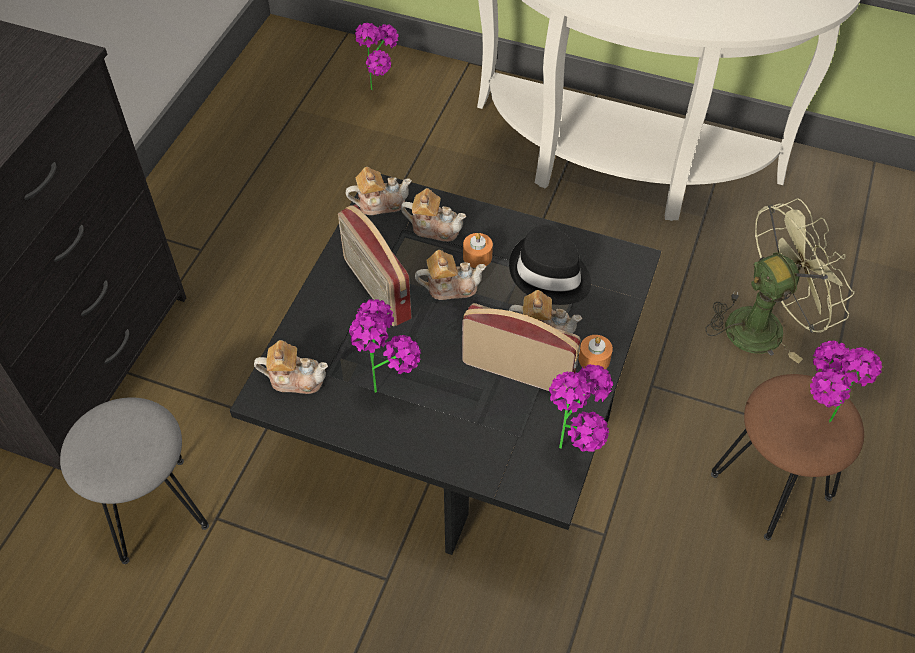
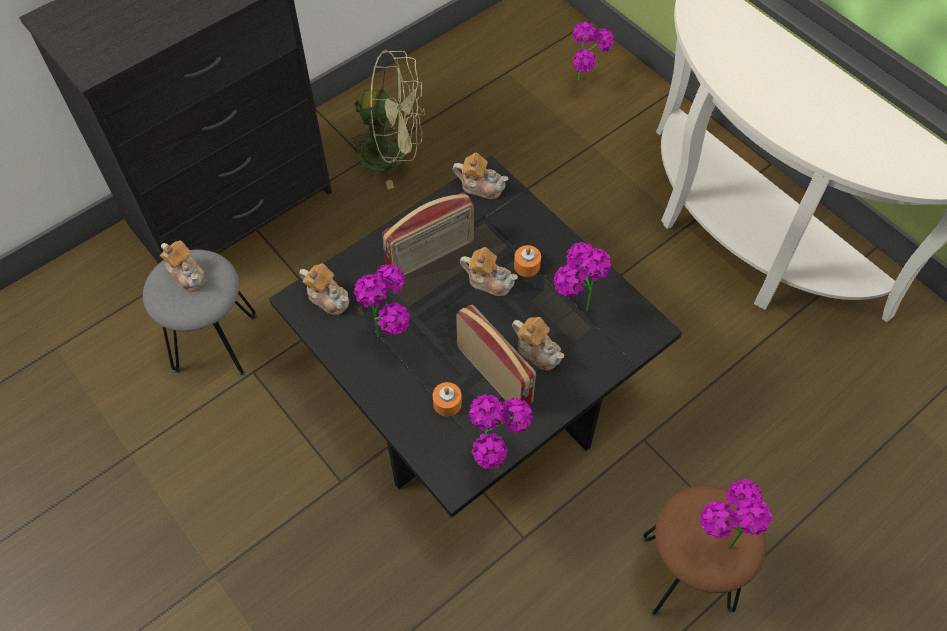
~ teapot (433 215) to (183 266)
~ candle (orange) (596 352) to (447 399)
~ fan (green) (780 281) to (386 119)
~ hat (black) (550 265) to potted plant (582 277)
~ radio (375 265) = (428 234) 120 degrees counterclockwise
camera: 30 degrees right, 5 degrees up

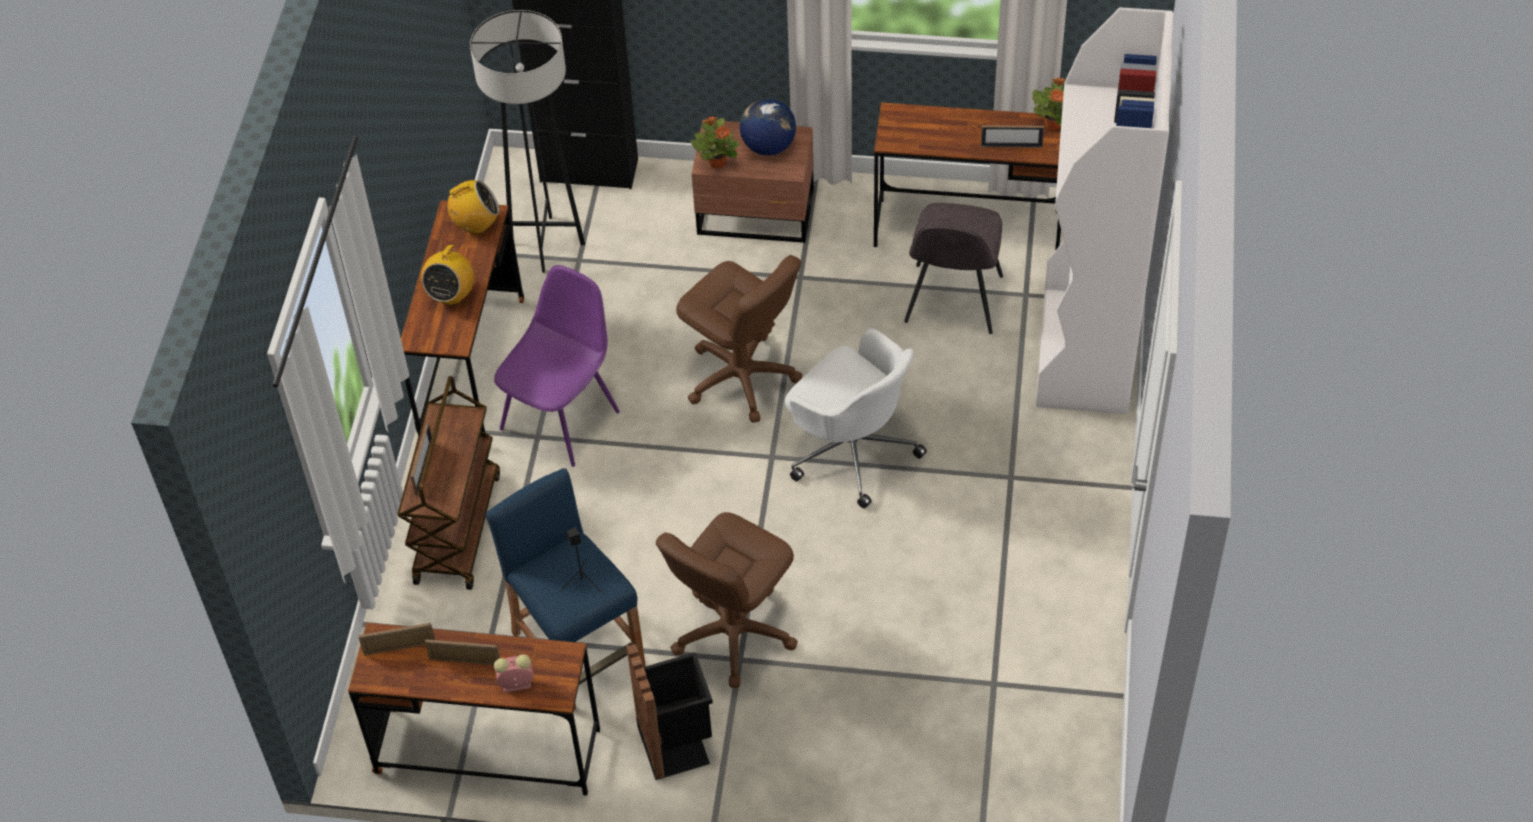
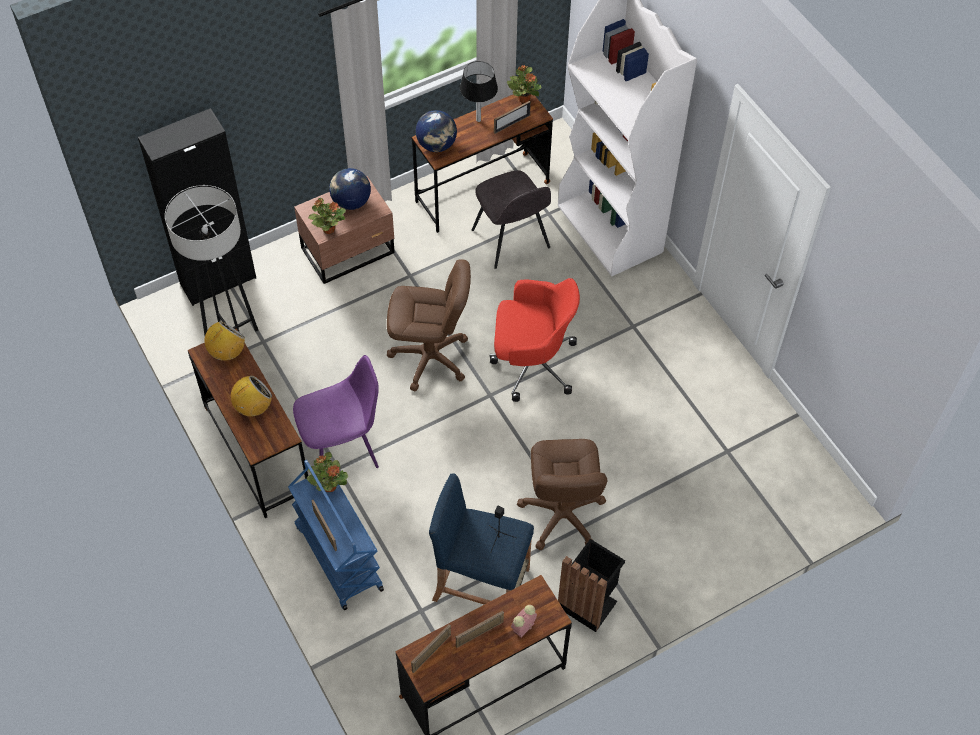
+ potted plant (327 472)
+ globe (436 131)
+ table lamp (black) (479 91)
~ cart (brown) (448 483) to cart (blue) (336 535)
~ office chair (white) (856 418) to office chair (red) (535 340)
~ radio (447 272) = (251 396) 105 degrees counterclockwise
~ chair (purple) (557 366) = (336 411) 75 degrees clockwise
camera: 40 degrees left, 5 degrees up

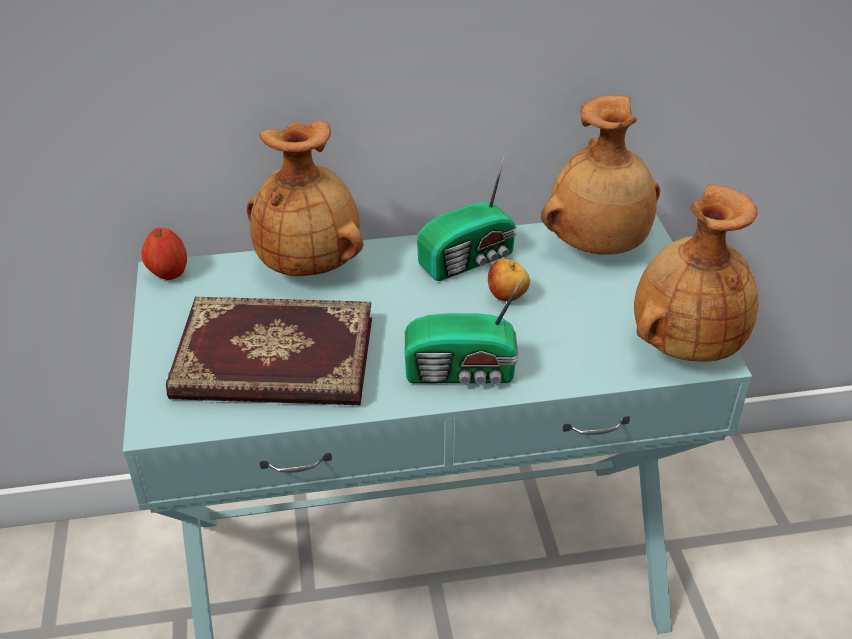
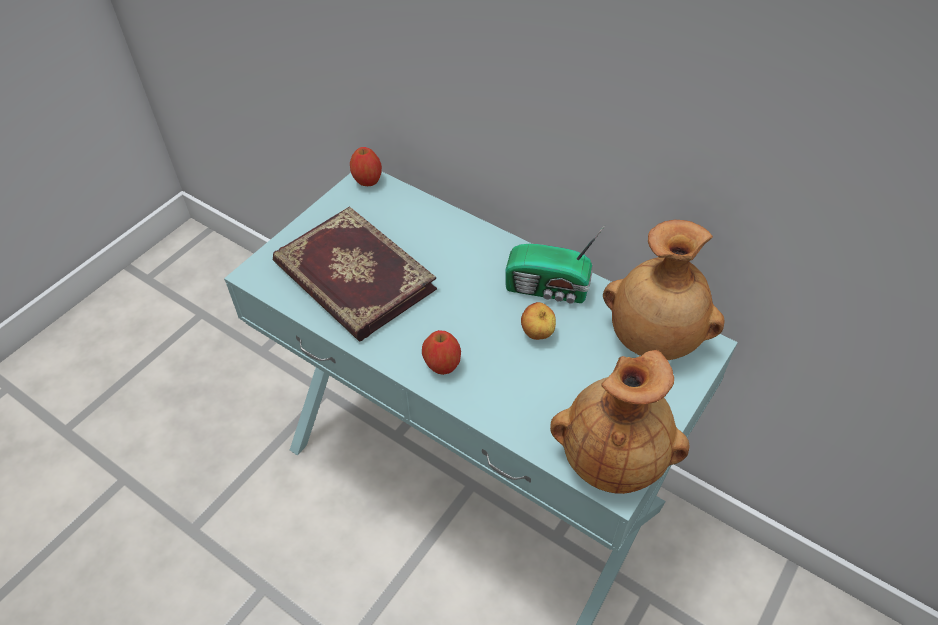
- vase (brown) (304 198)
~ radio (465 329) to apple (441 352)
camera: 45 degrees right, 10 degrees up

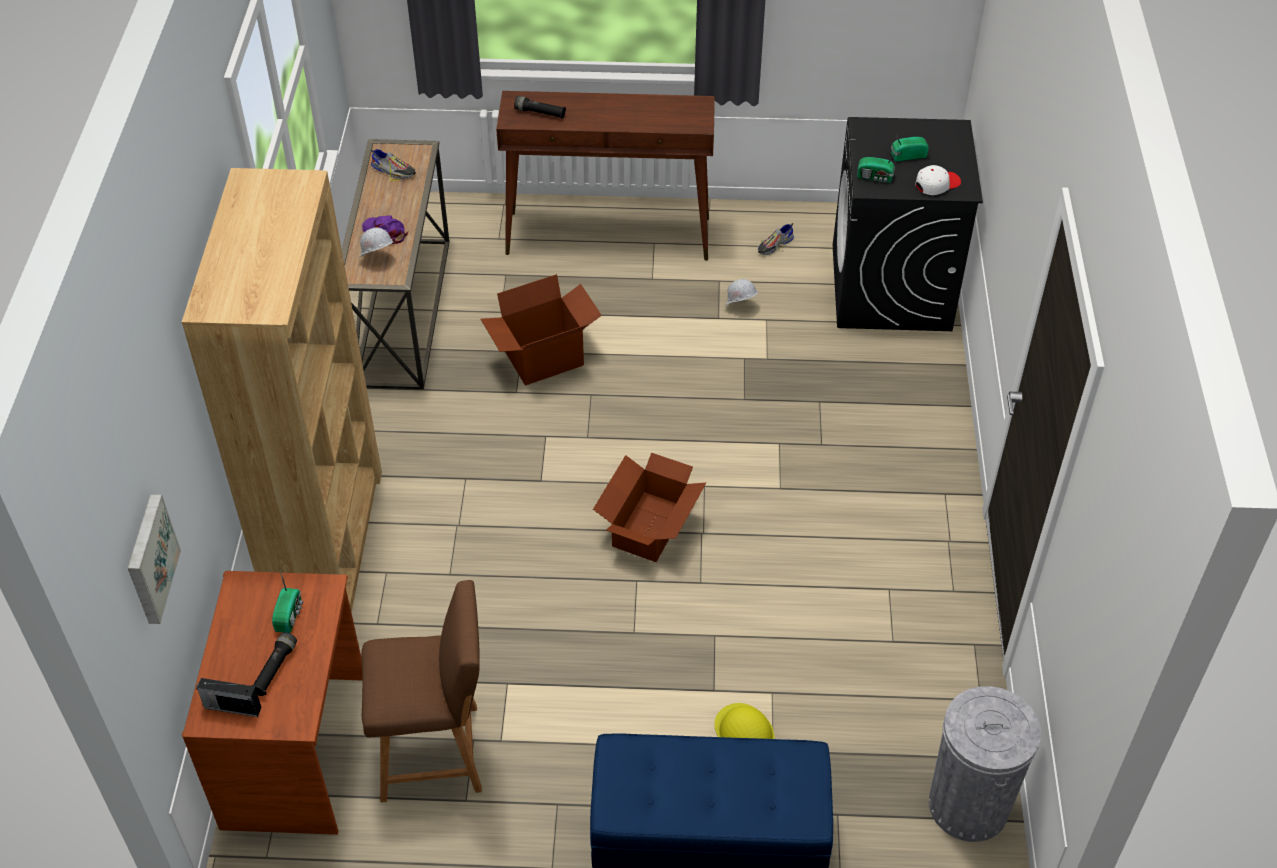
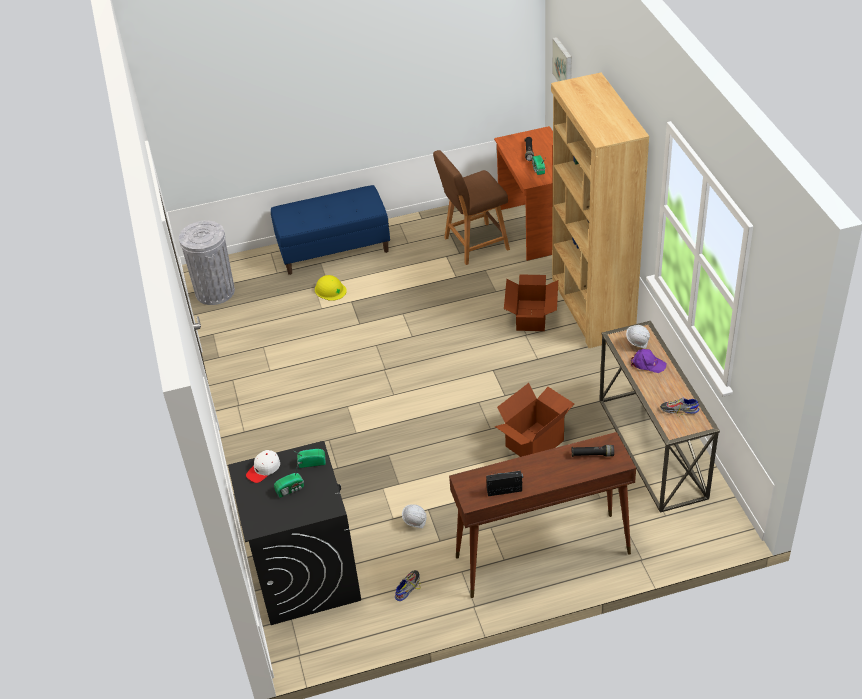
~ radio (228 697) to (504 483)
~ cardboard box (649 507) to (531 302)
camera: 165 degrees right, 5 degrees down

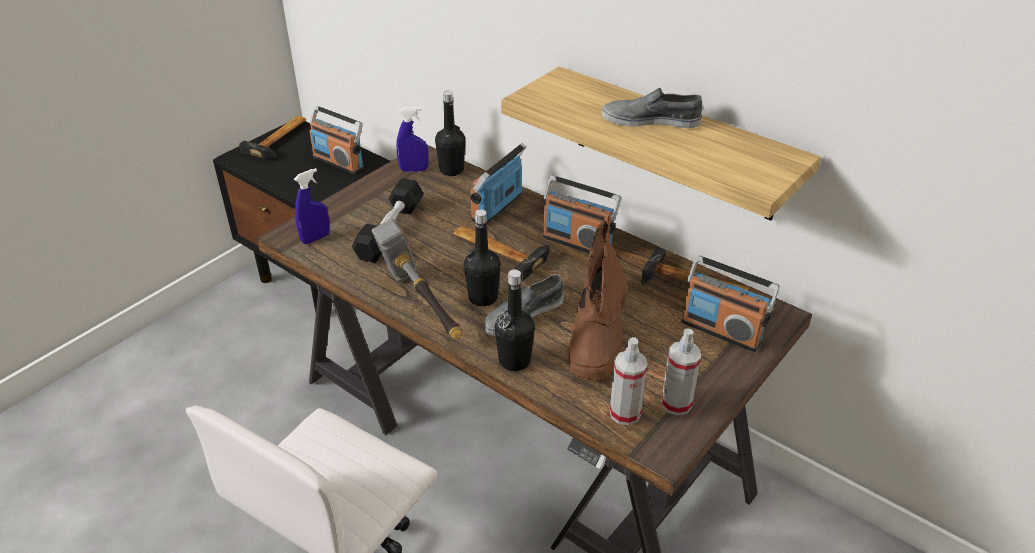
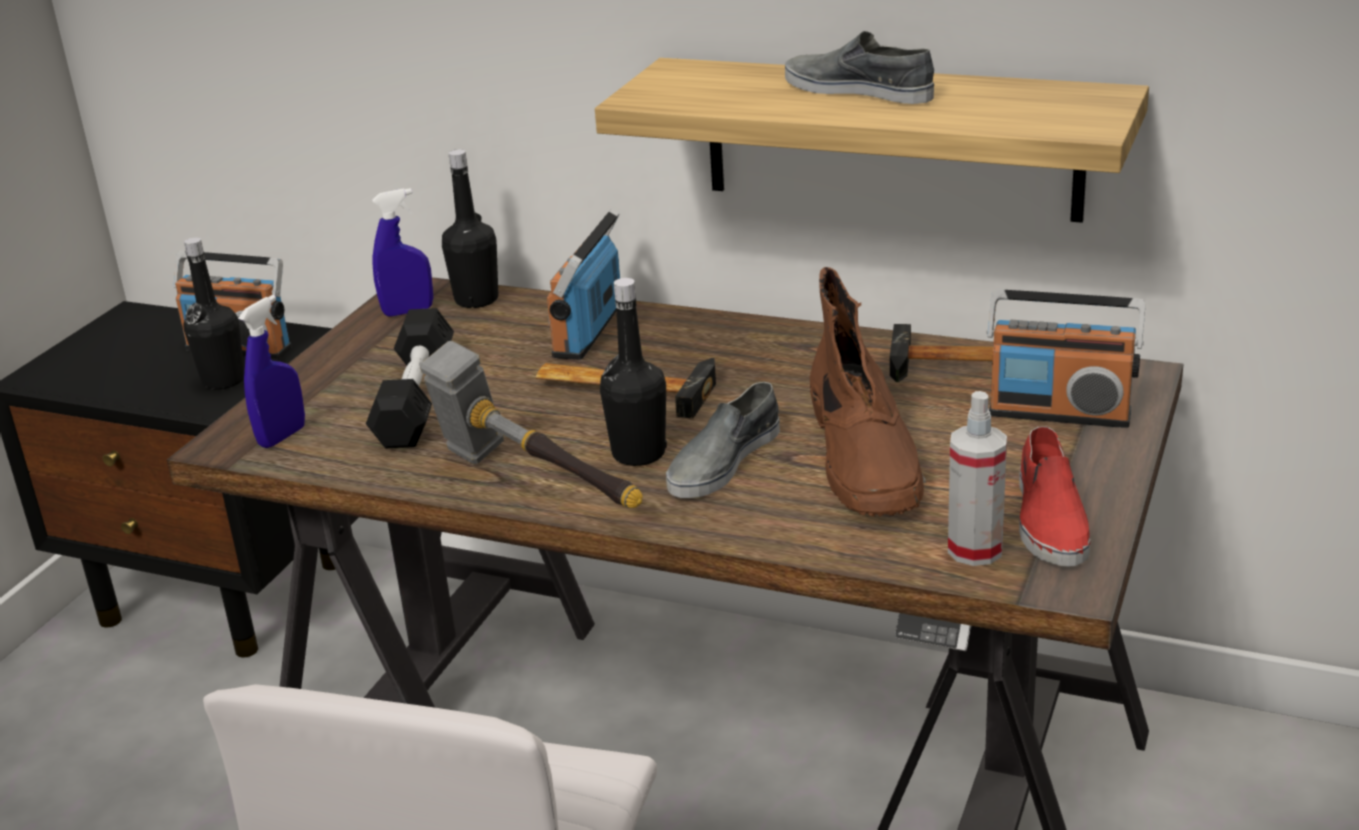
- hammer (272 137)
- radio (582 214)
~ bottle (black) (515 320) to (214 313)
~ spray bottle (681 371) to shoe (red) (1054 496)
~ shoe (grey) (652 108) = (859 67) 45 degrees clockwise
camera: 15 degrees left, 10 degrees down

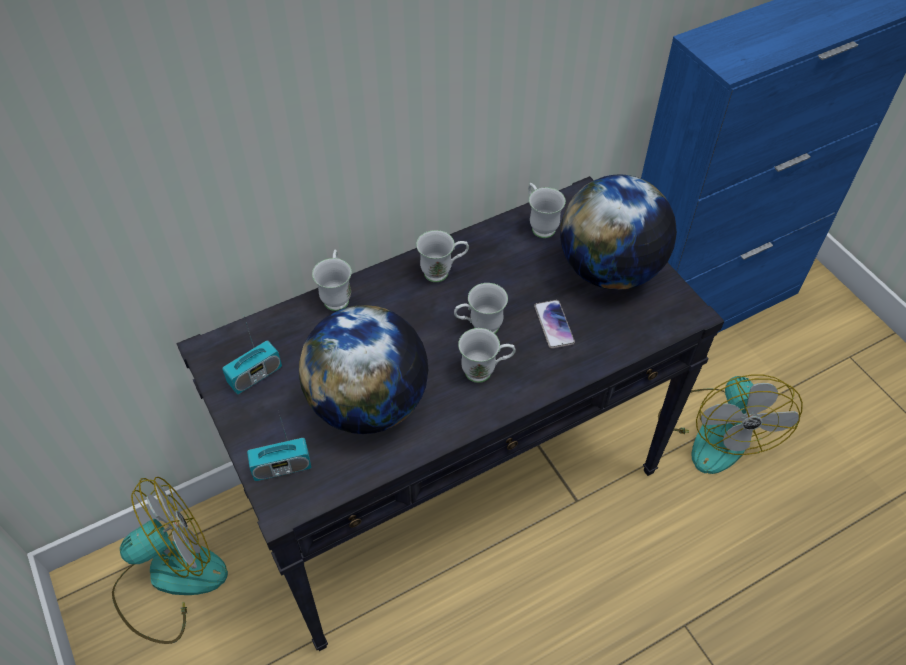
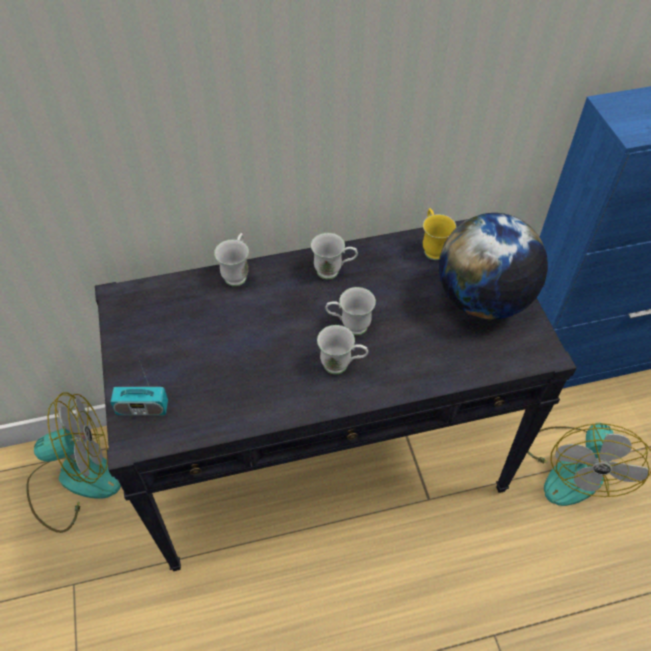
- radio (252 355)
- globe (363 369)
- phone (554 324)
~ mug (white) (547 210) to mug (yellow) (439 234)
camera: 15 degrees right, 0 degrees up

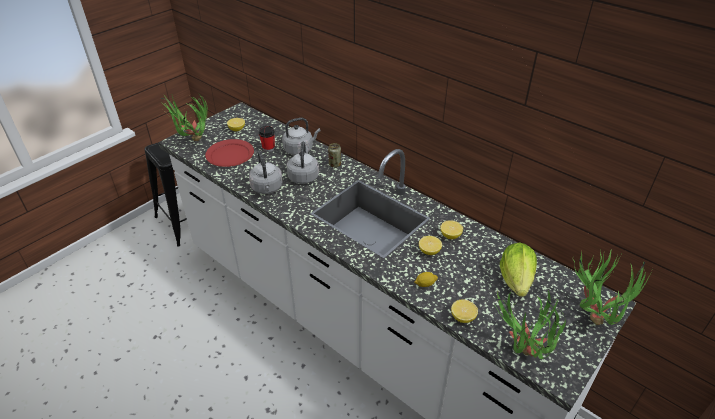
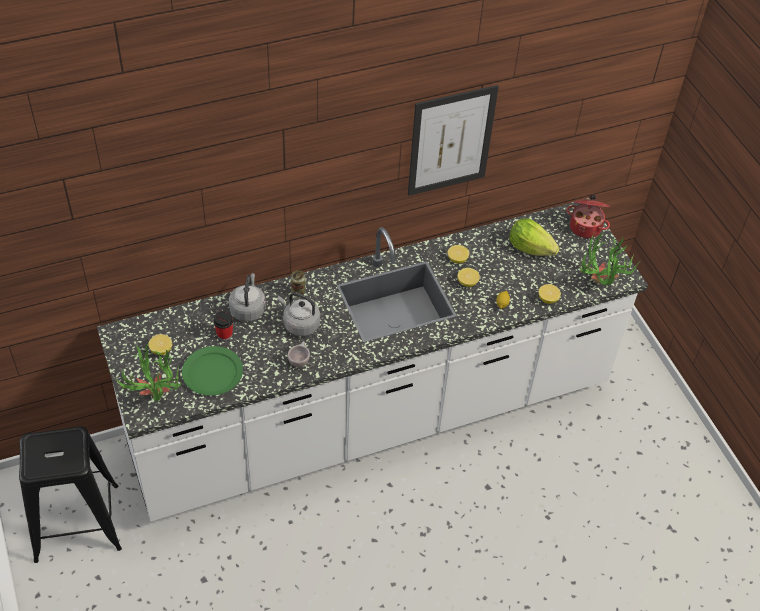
+ picture (453 140)
~ kettle (grey) (266 172) to cup (beige) (298 354)
~ potted plant (612 287) to cooking pot (588 217)
~ plate (red) (229 153) to plate (green) (212 371)
camera: 65 degrees left, 10 degrees up

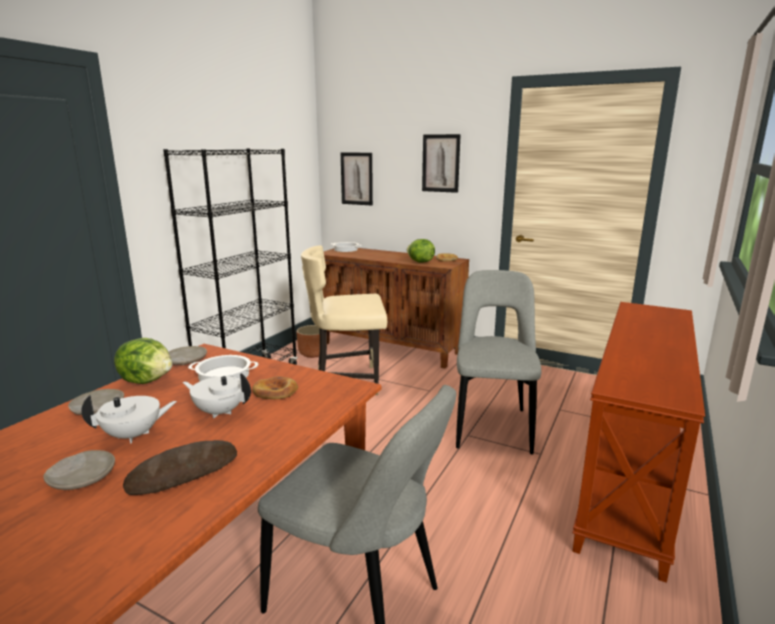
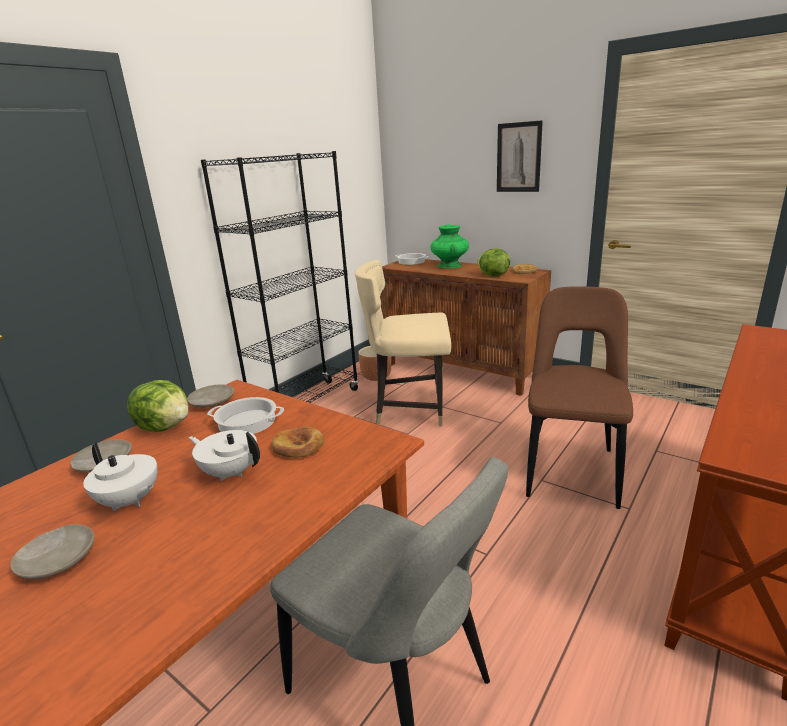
- bread (180 467)
- picture (357 179)
+ vase (green) (450 246)
~ chair (grey) (498 362) to chair (brown) (579 397)
~ teapot (white) (129 419) = (120 477) 45 degrees clockwise
camera: 10 degrees right, 5 degrees up

